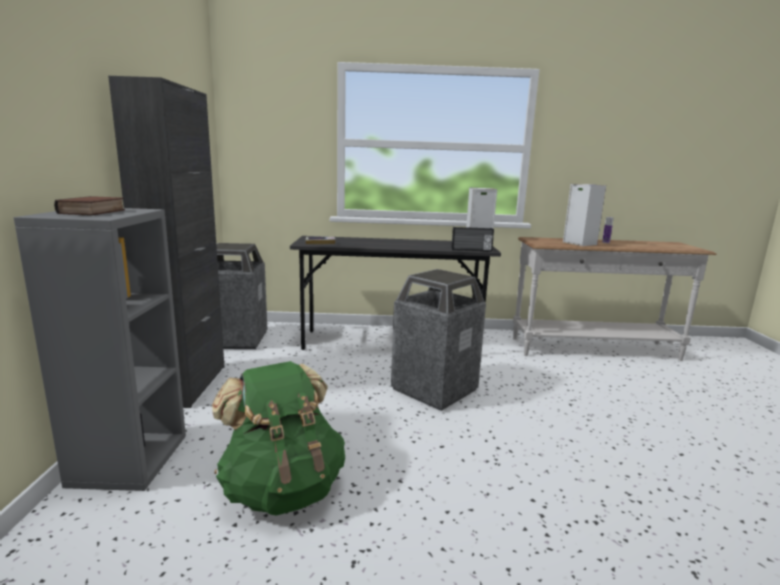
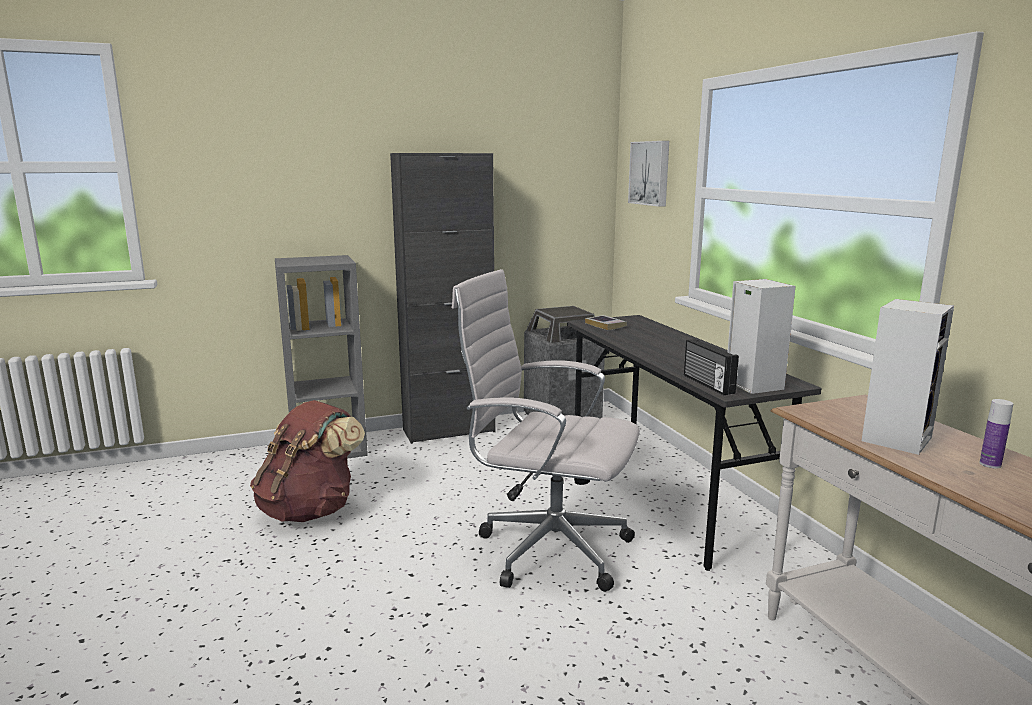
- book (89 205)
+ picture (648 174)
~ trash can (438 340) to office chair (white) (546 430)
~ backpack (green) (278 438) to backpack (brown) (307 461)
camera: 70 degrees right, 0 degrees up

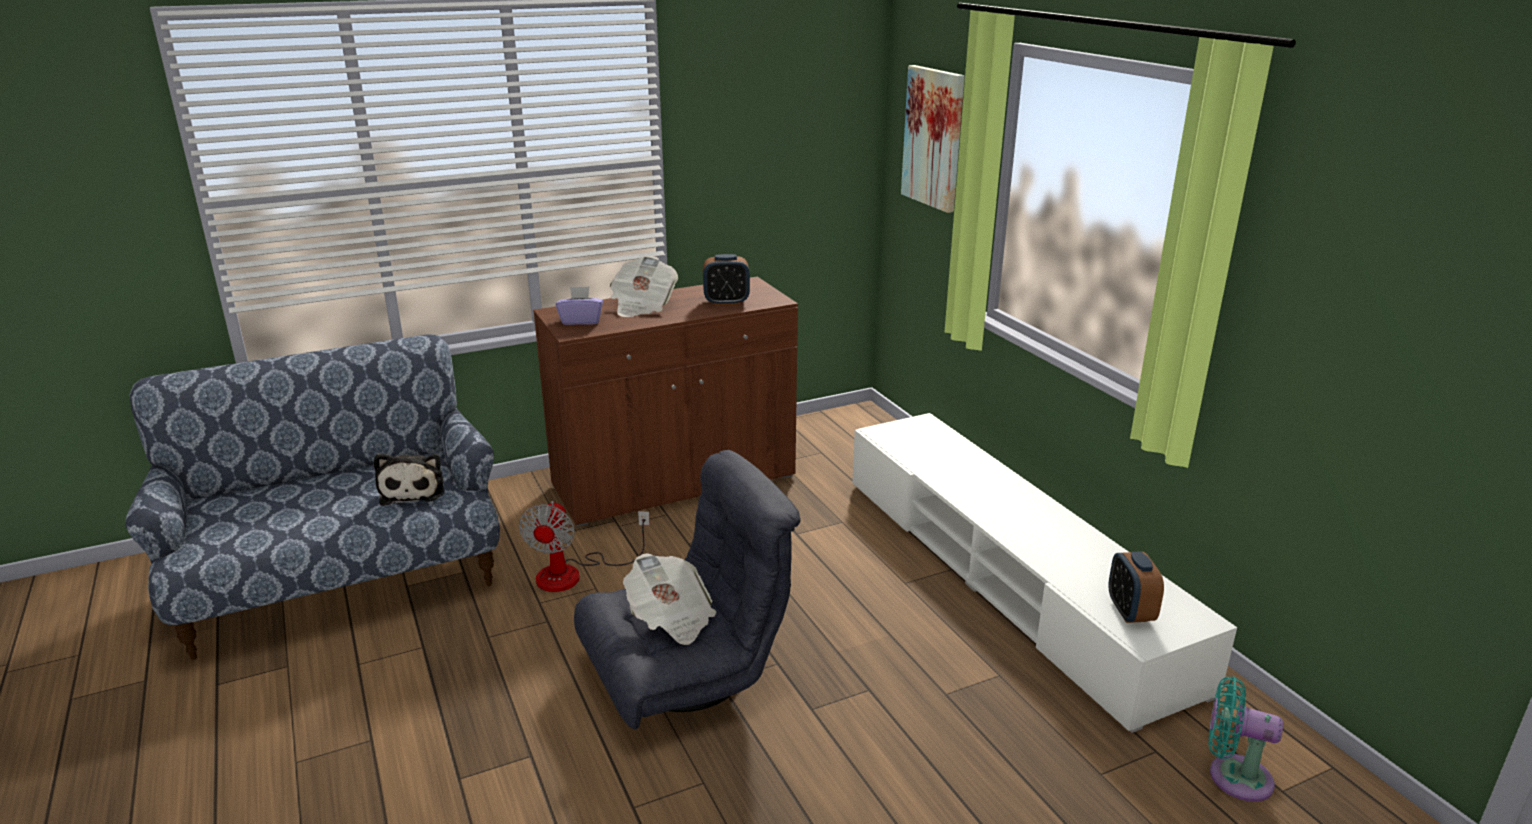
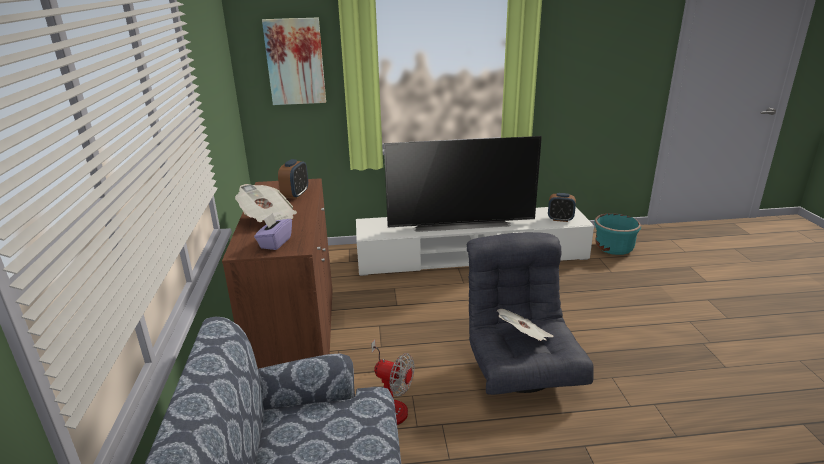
- plush toy (409 479)
+ television (463 184)
~ fan (turquoise) (1246 739) to planter (turquoise) (617 234)
camera: 70 degrees left, 0 degrees up

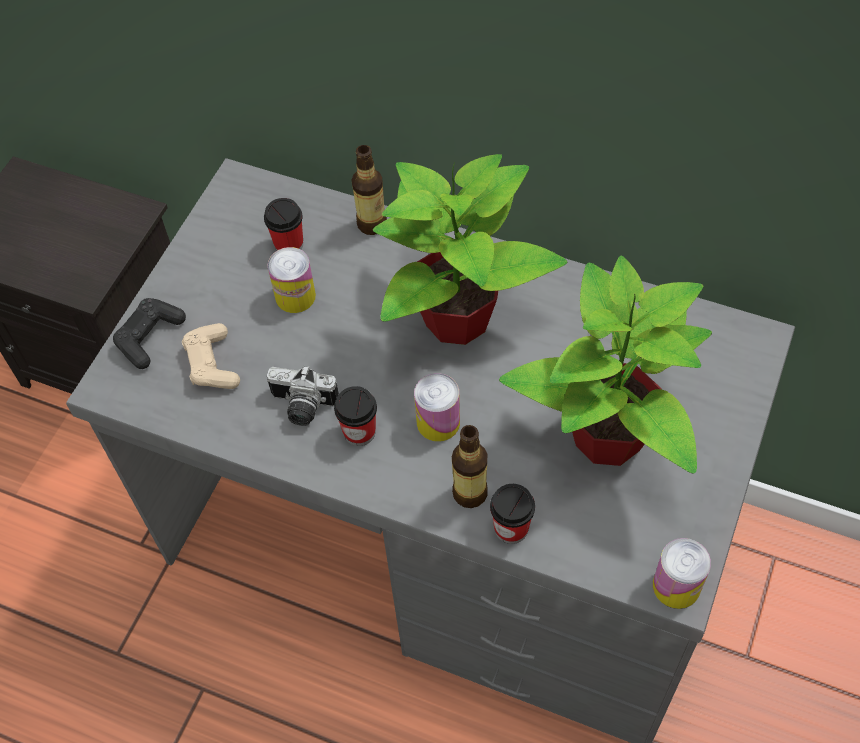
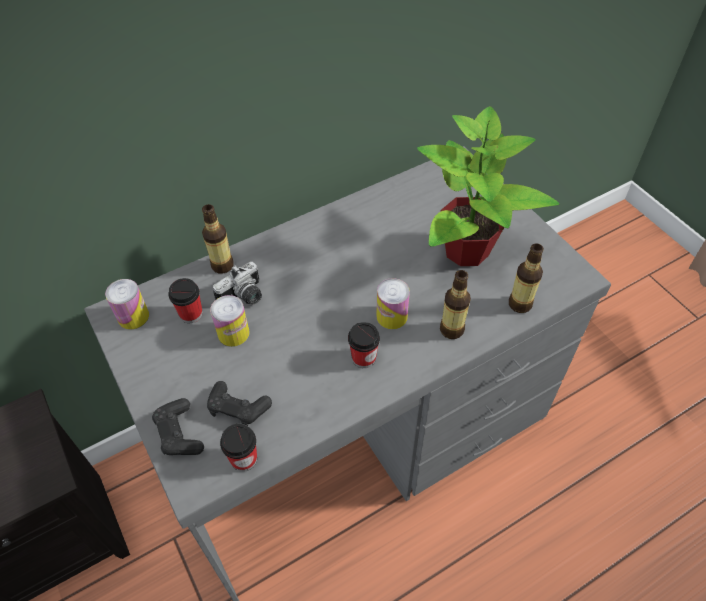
- potted plant (470 249)
+ bottle (526 278)
~ photo camera (303 396) to (237 283)
~ cup (512 514) to (238 448)
~ can (682 573) to (127 304)
~ game controller (beige) (211 356) to game controller (black) (239 403)
camera: 55 degrees left, 5 degrees down

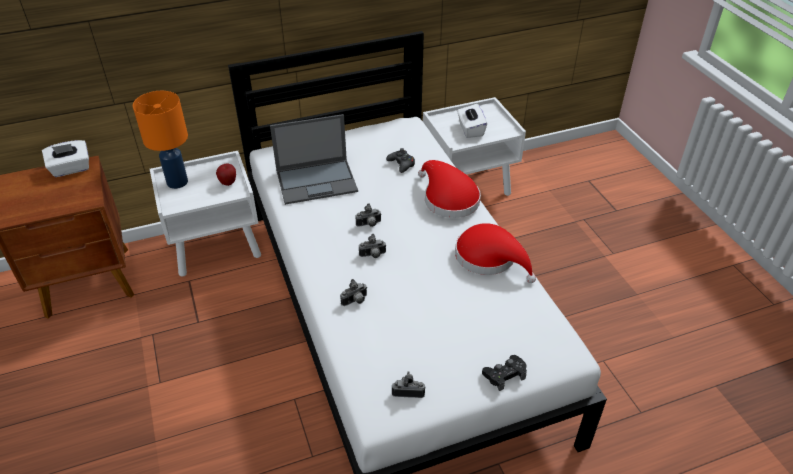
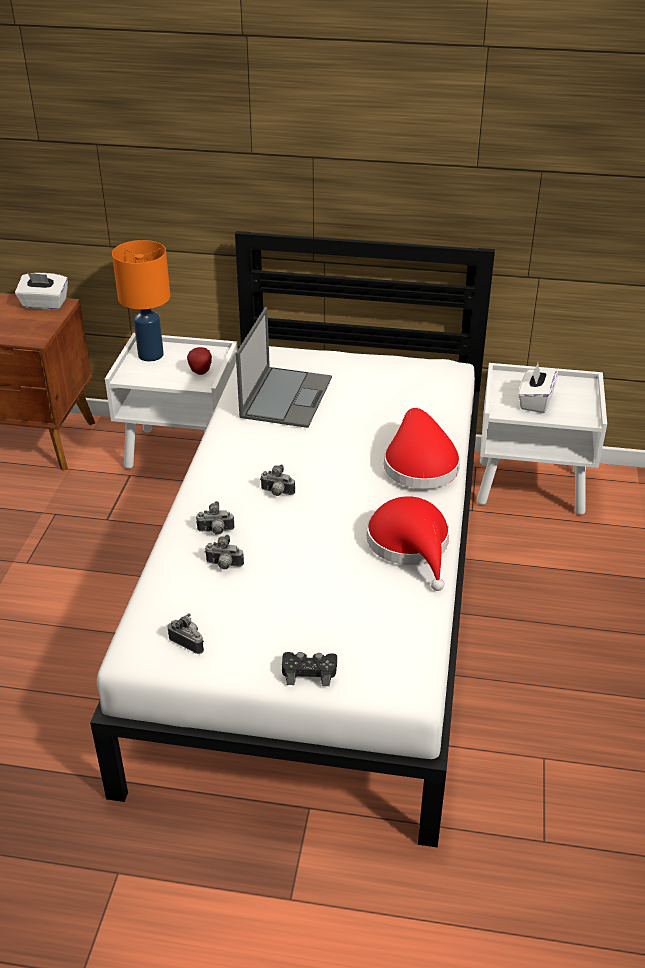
- game controller (black) (400 160)
~ photo camera (368 215) to (224 552)
~ laptop (314 159) = (284 367) 90 degrees counterclockwise
camera: 30 degrees right, 5 degrees down

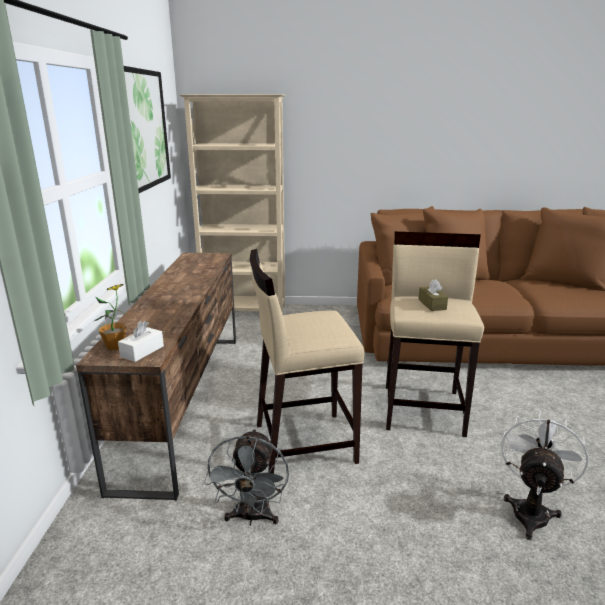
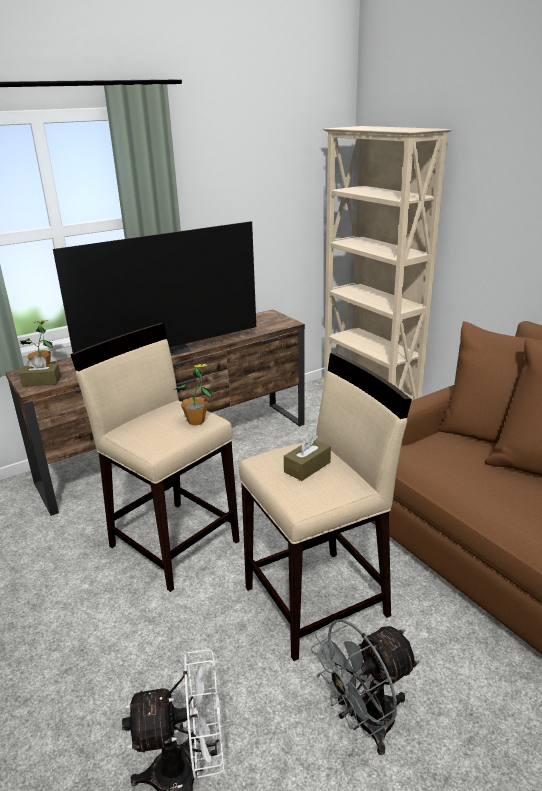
- picture (147 129)
+ television (154 288)
+ potted plant (193 395)
~ fan (grey) (246 477) to (365 687)
~ tissue box (white) (141 341) to tissue box (brown) (40 371)
camera: 55 degrees right, 5 degrees up

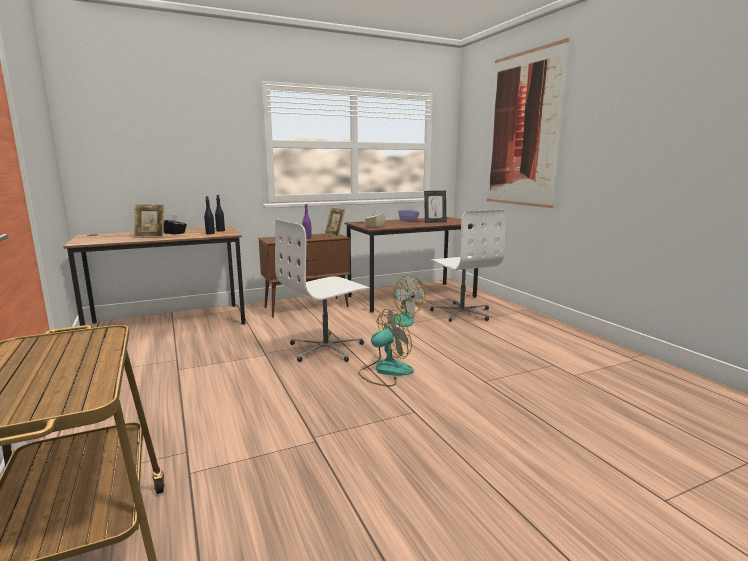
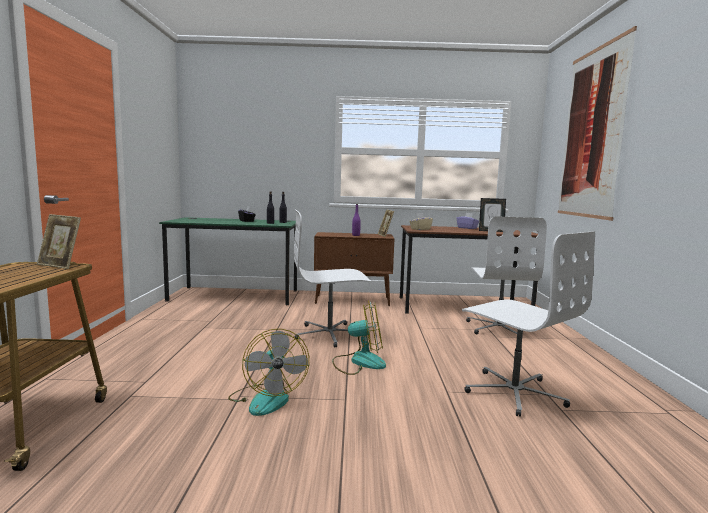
+ office chair (white) (528 324)
~ picture frame (149 221) to (59 241)
~ fan (400 301) to (268 372)
~ desk (brown) (154 285) to desk (green) (228 261)
camera: 25 degrees right, 5 degrees down

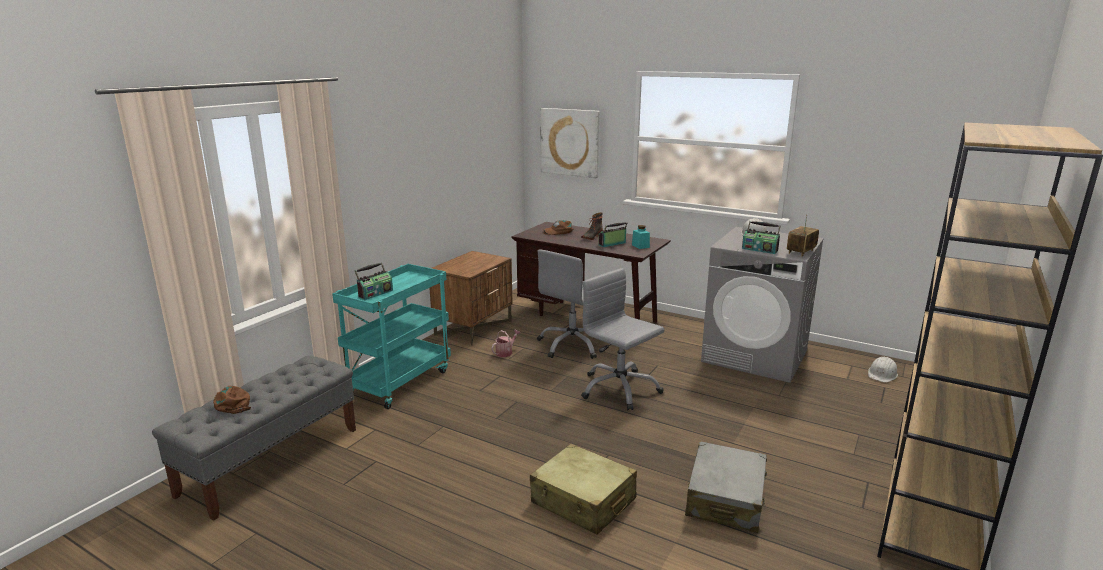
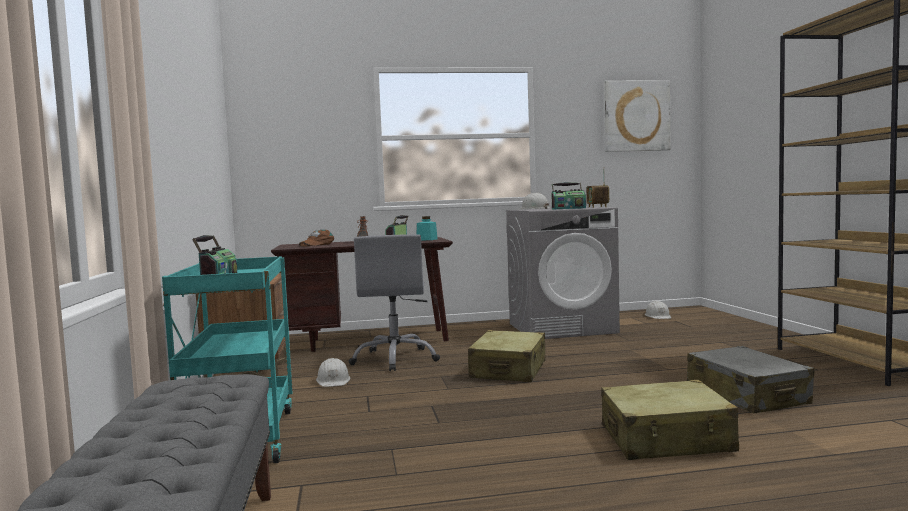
- cap (brown) (232 400)
~ picture (570 143) to (636 116)
~ watering can (505 343) to hard hat (white) (333 372)
~ office chair (grey) (623 339) to suitcase (beige) (507 356)
camera: 40 degrees left, 15 degrees down

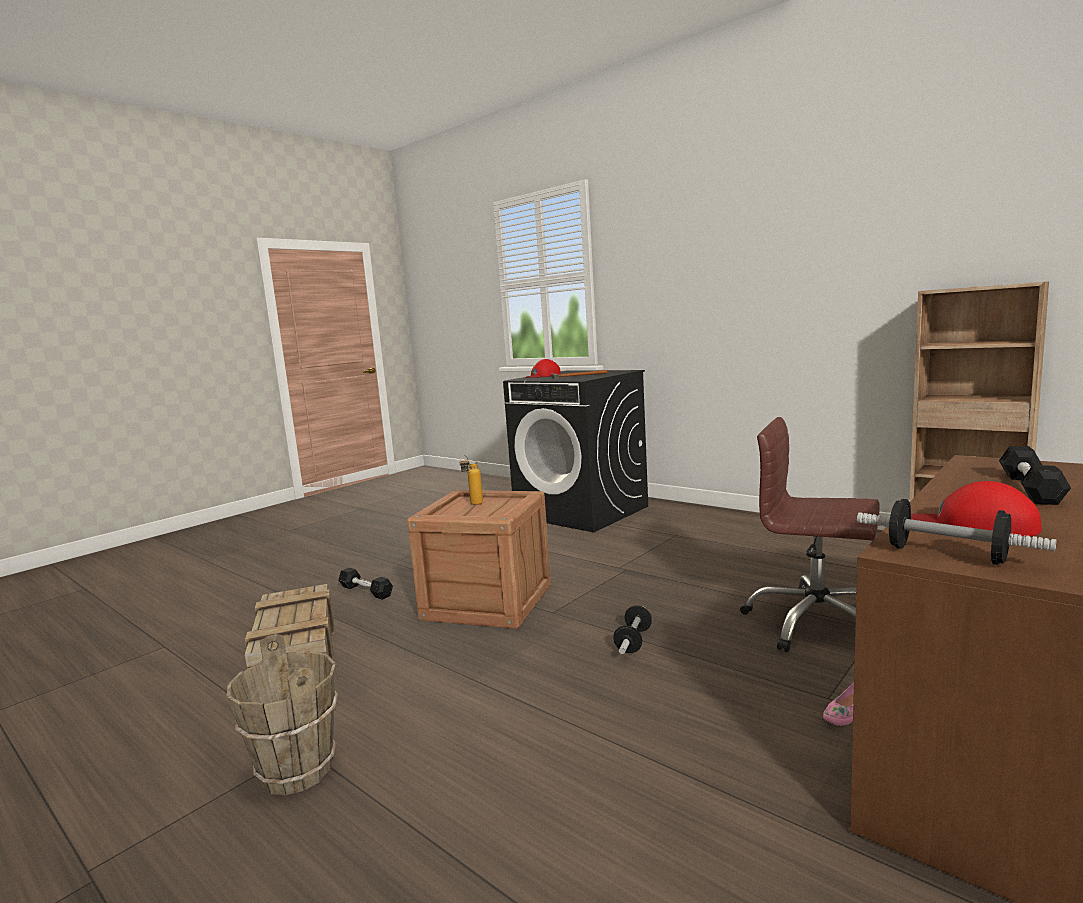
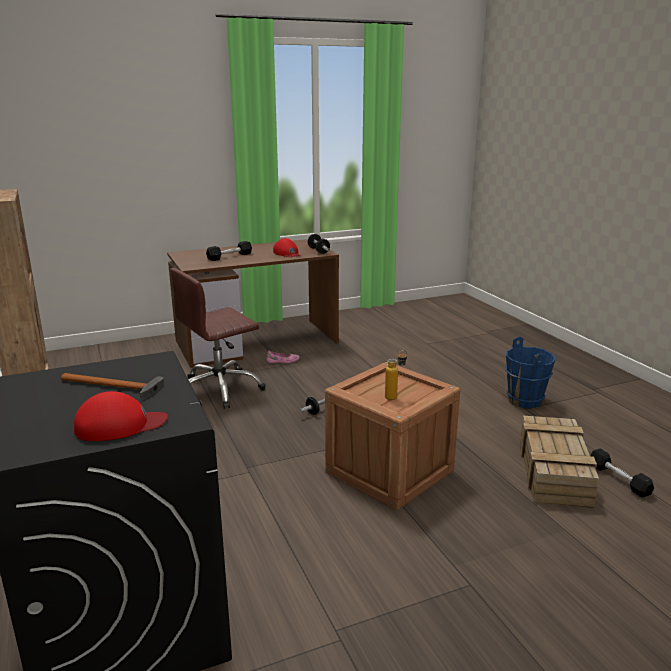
~ dumbbell (black) (366 584) to (622 472)
~ bucket (brown) (282 714) to bucket (blue) (530 372)
~ office chair (brown) (810 534) = (218 338) 90 degrees clockwise
camera: 155 degrees left, 10 degrees up

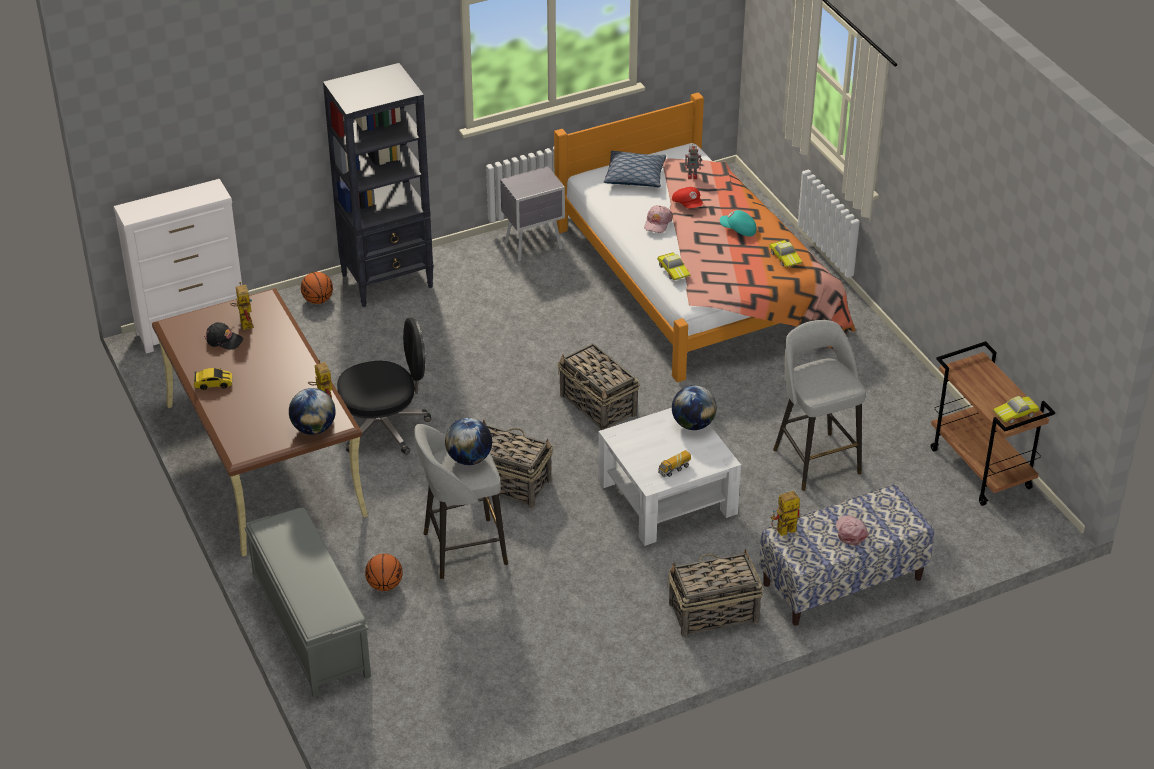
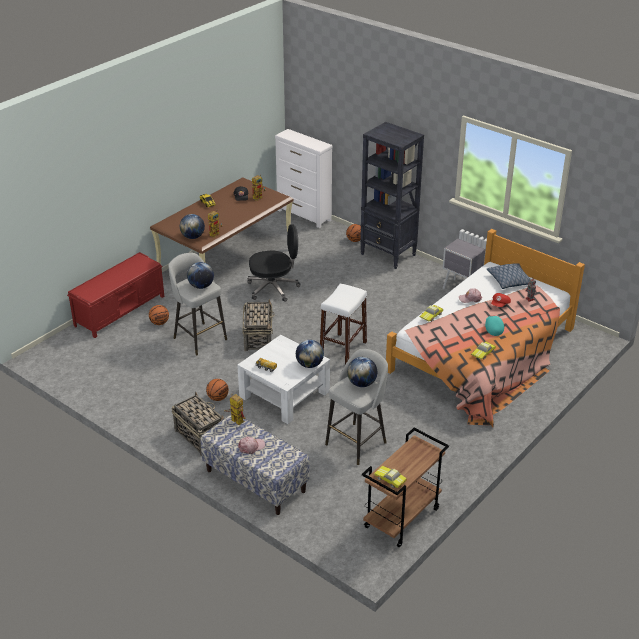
+ basketball (217 390)
+ globe (362 372)
~ basket (598 386) to stool (white) (343 324)
~ bench (grey) (308 602) to bench (red) (116 295)
~ office chair (black) (384 386) = (273 263) 60 degrees counterclockwise
camera: 65 degrees right, 5 degrees down

